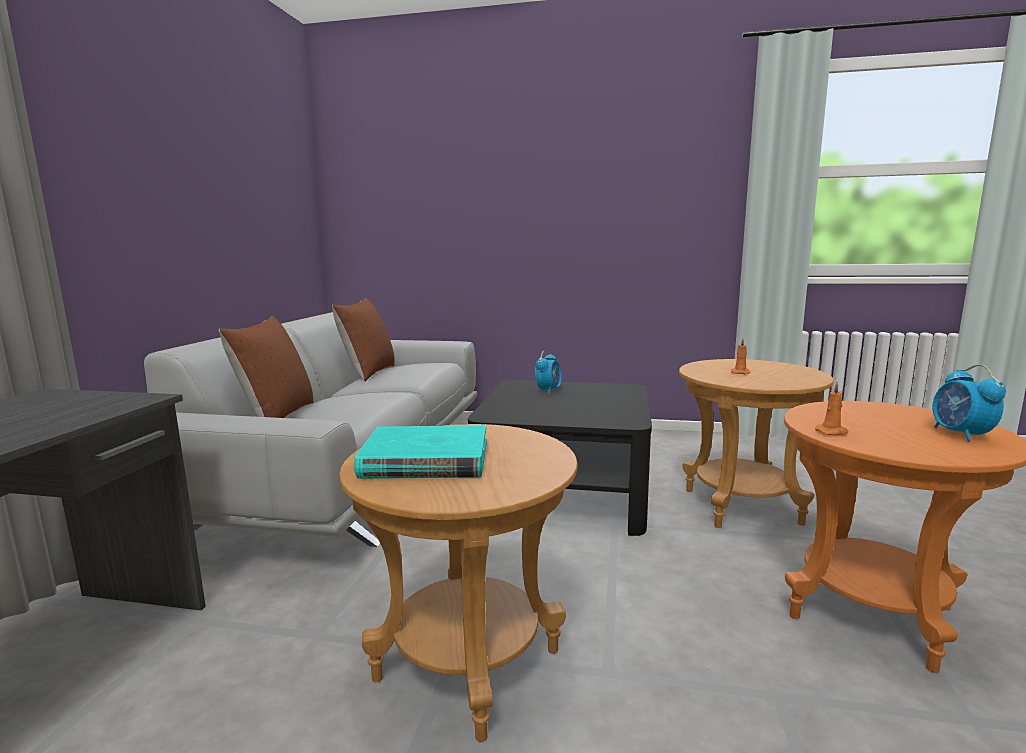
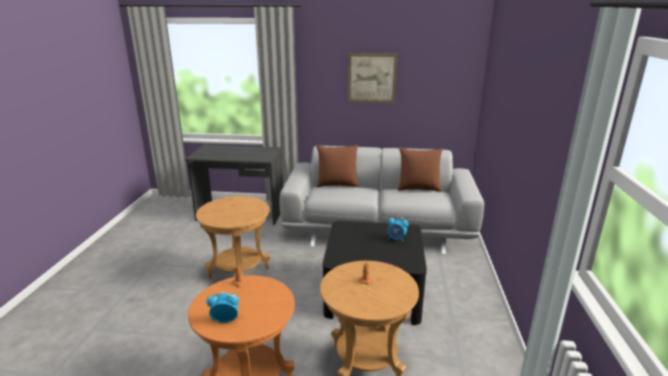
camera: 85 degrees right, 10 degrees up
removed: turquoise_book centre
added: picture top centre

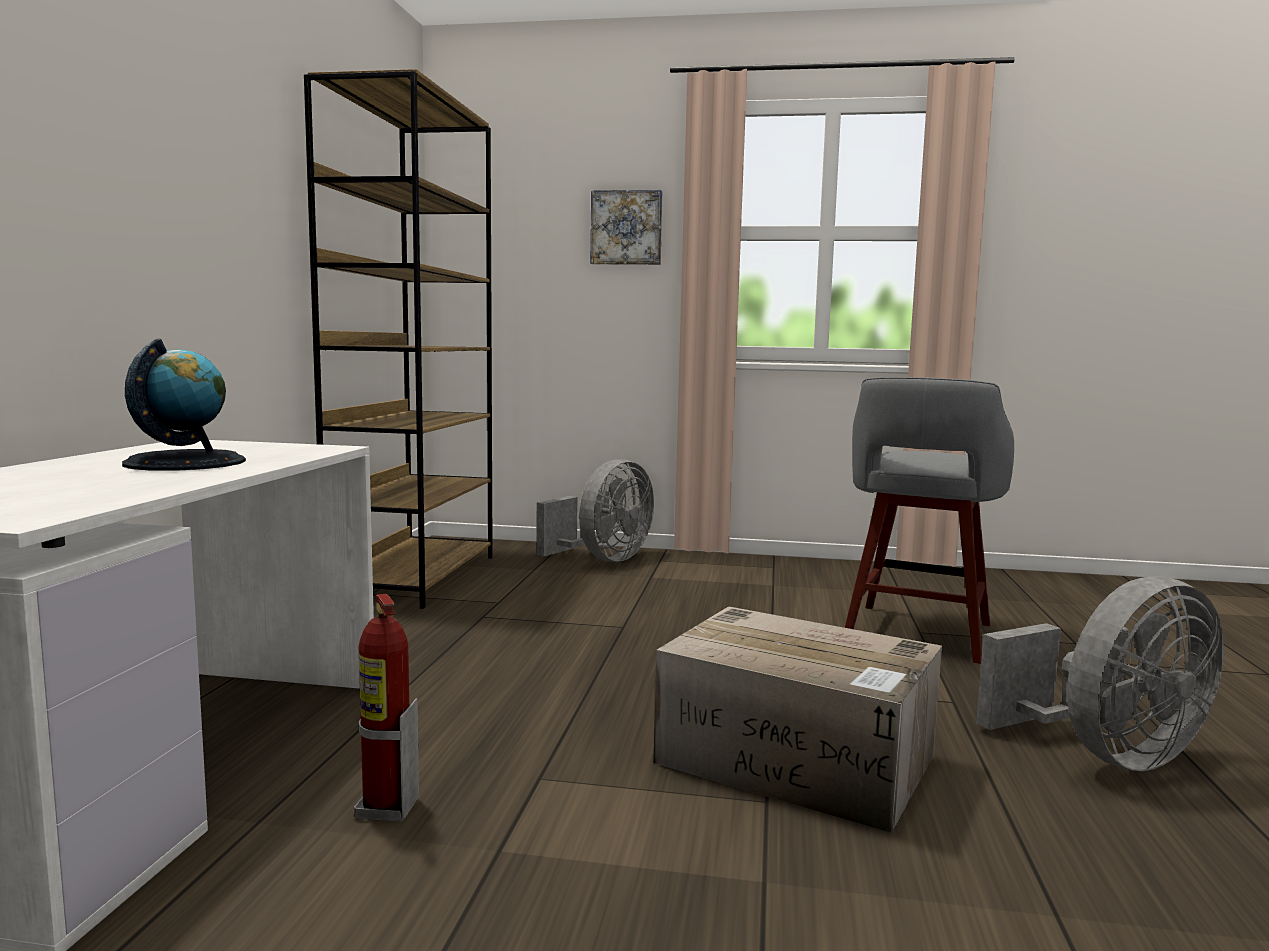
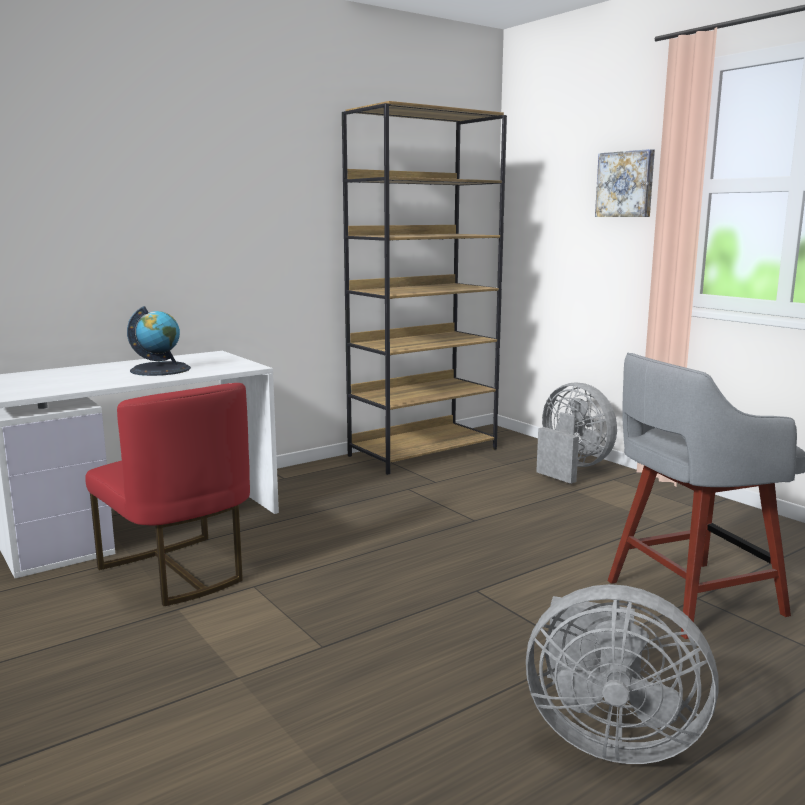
camera: 45 degrees right, 5 degrees up
removed: cardboard_box bottom centre
replaced: fire_extinguisher bottom left to red_chair middle left
turned: grey_fan (1st from left) centre = middle right 120 degrees counterclockwise

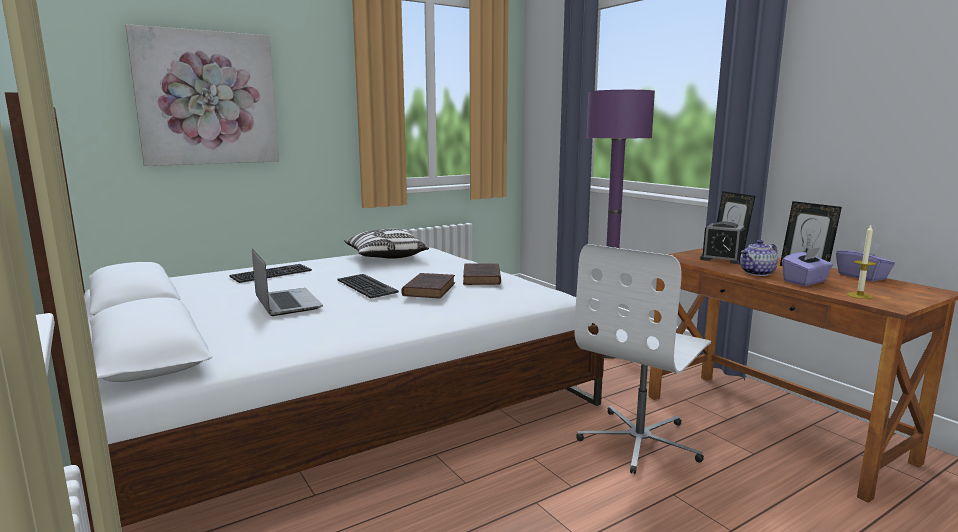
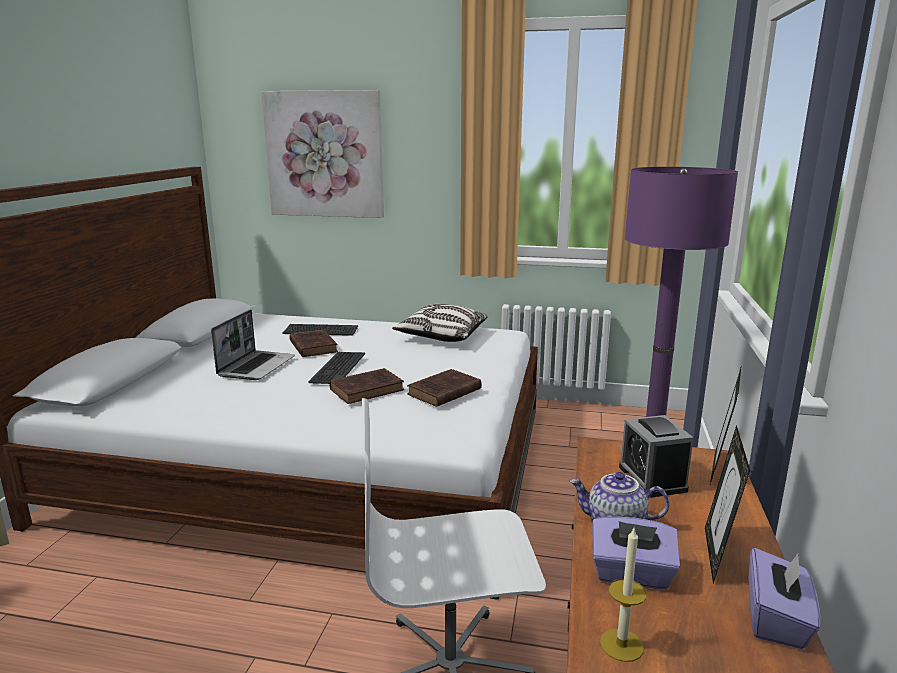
camera: 45 degrees right, 5 degrees up
added: brown_book (1st from left) centre

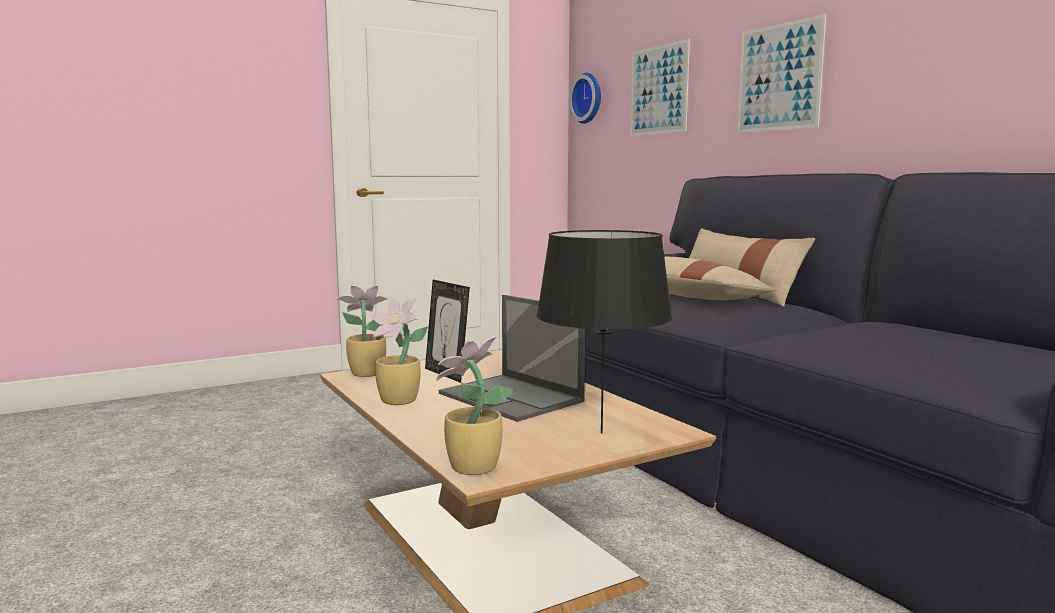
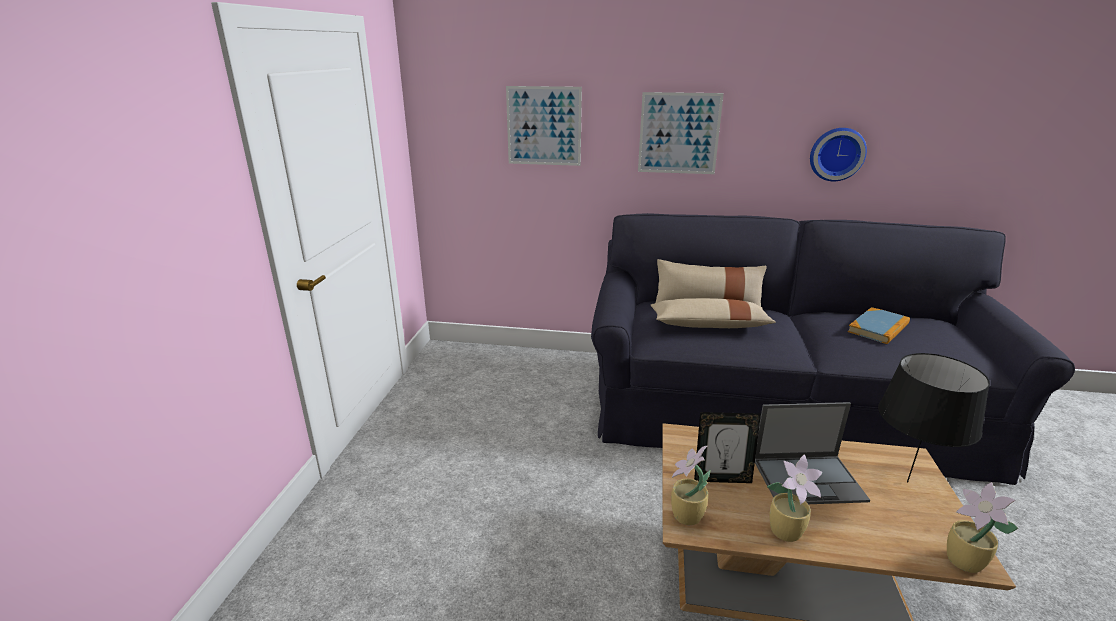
camera: 50 degrees left, 15 degrees up
added: book middle right
moved: wall_clock top centre to top right

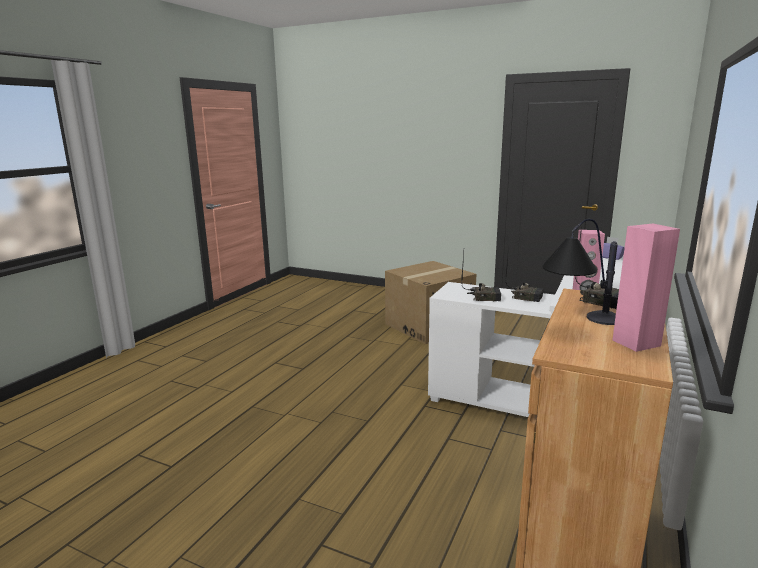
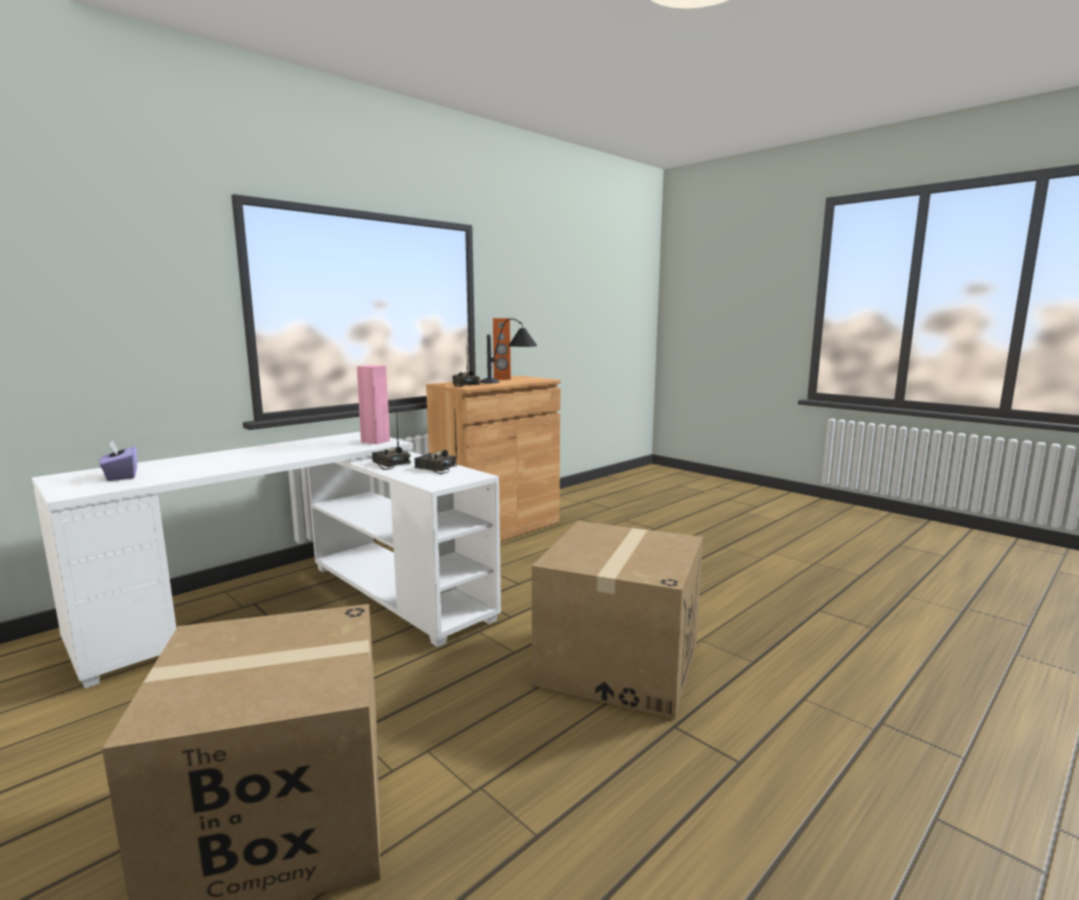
camera: 160 degrees left, 5 degrees down
added: cardboard_box (2nd from left) bottom centre
recoloured: pink_speaker (2nd from left) middle right to orange_speaker centre

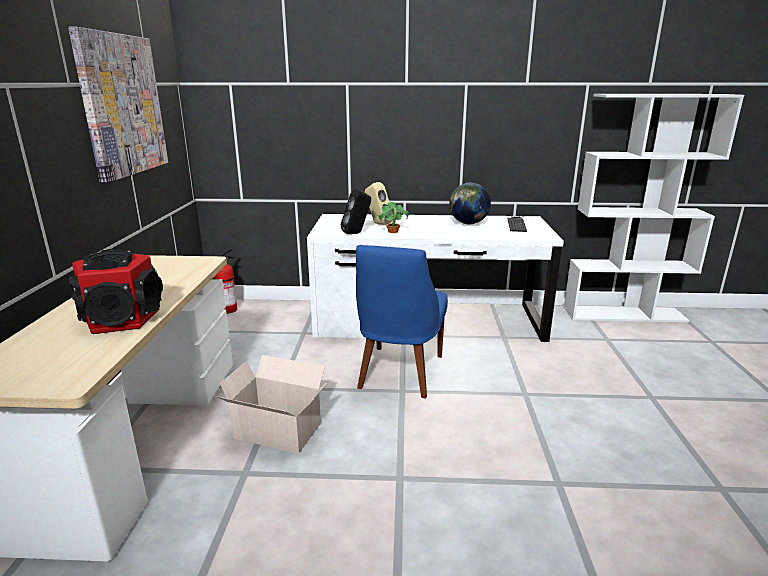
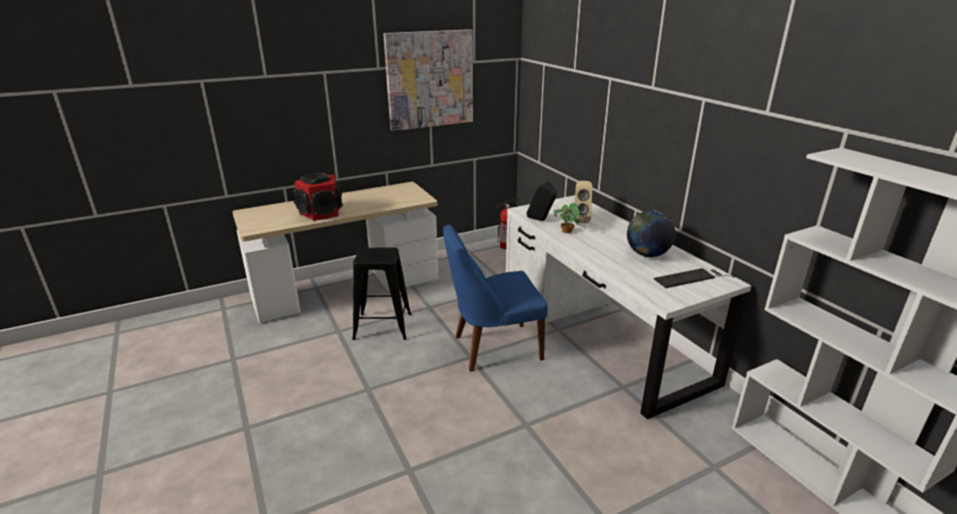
camera: 60 degrees right, 5 degrees up
replaced: cardboard_box bottom centre to black_stool centre

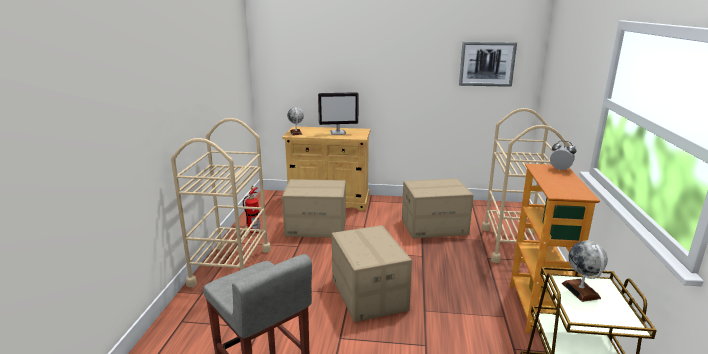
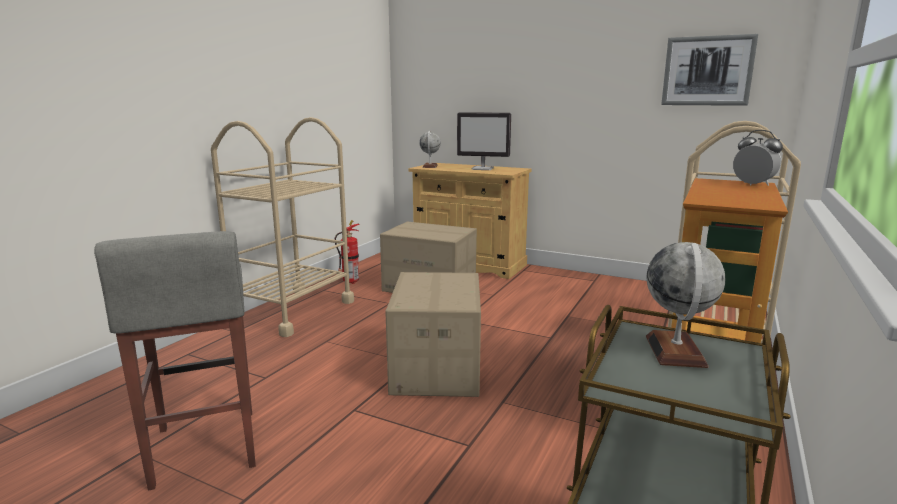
camera: 20 degrees right, 5 degrees down
removed: cardboard_box (3rd from left) centre

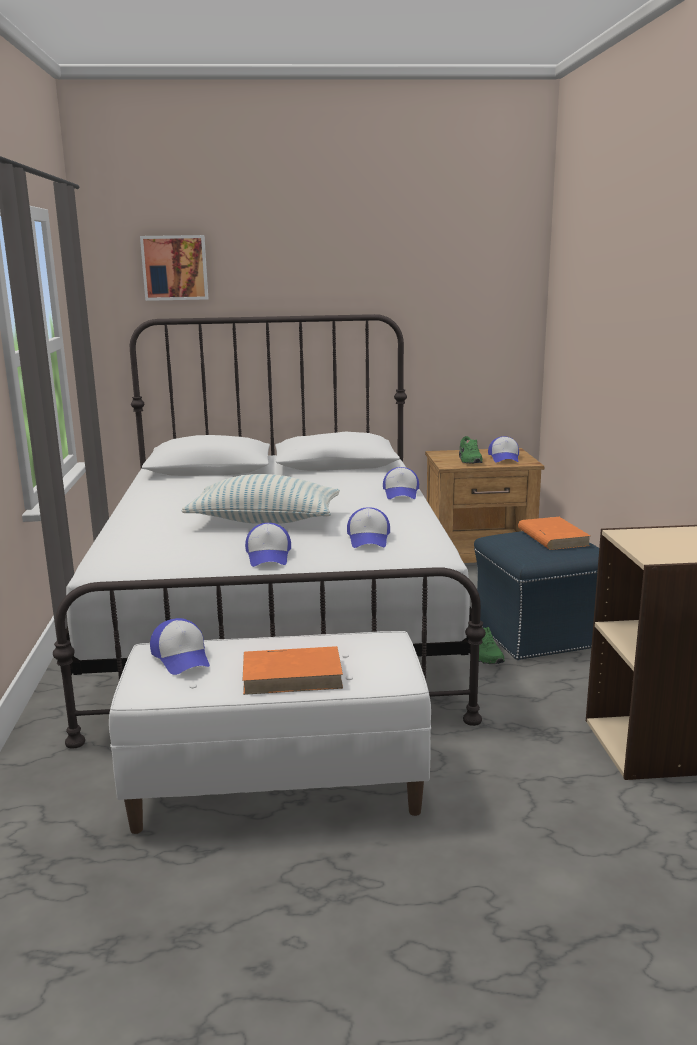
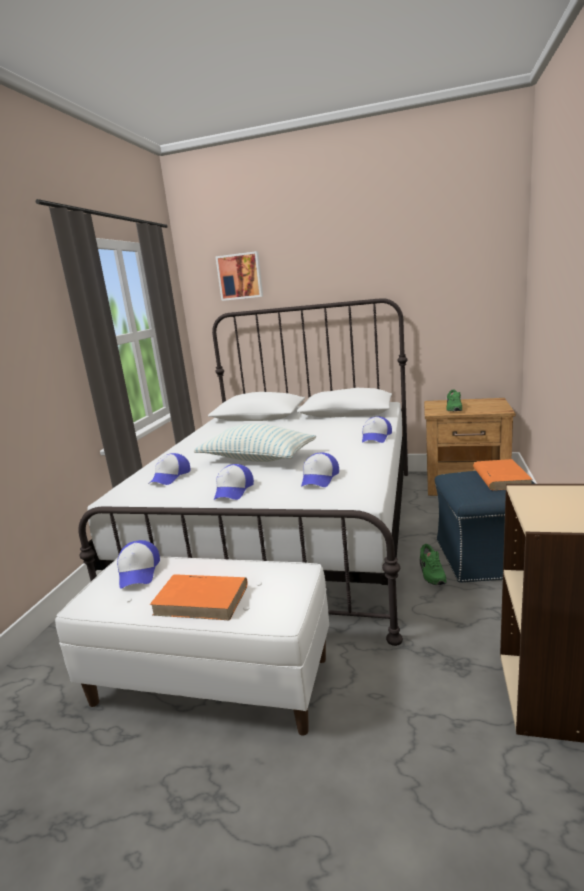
camera: 20 degrees right, 0 degrees up
moved: cap (5th from left in the first image) middle right to cap (2nd from left) middle left

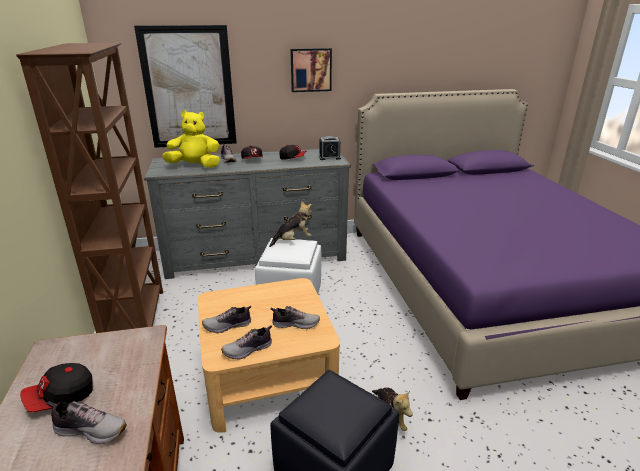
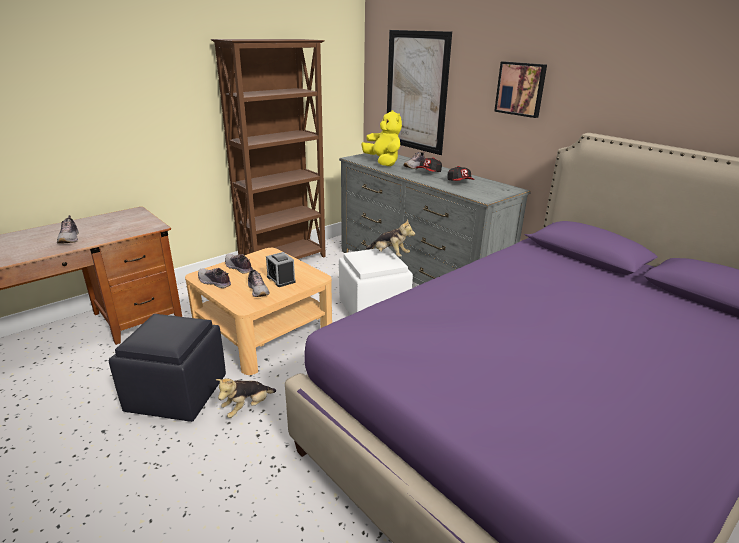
camera: 60 degrees right, 0 degrees up
removed: cap (1st from left) bottom left
moved: alarm_clock top centre to centre

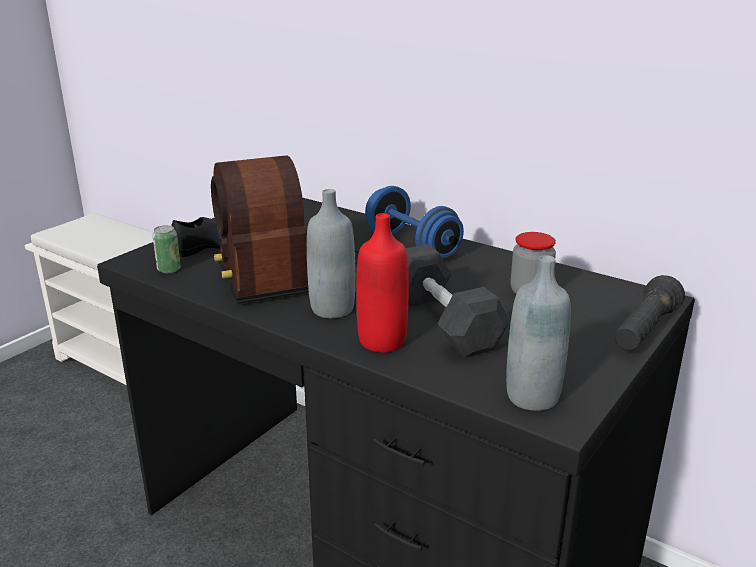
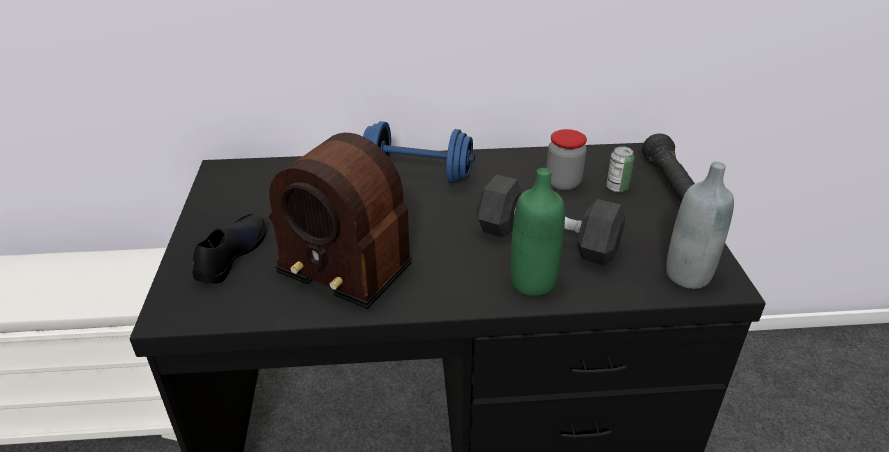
camera: 40 degrees left, 10 degrees up
removed: grey_bottle (1st from left) centre
moved: can middle left to middle right
recoloured: red_bottle centre to green_bottle centre

